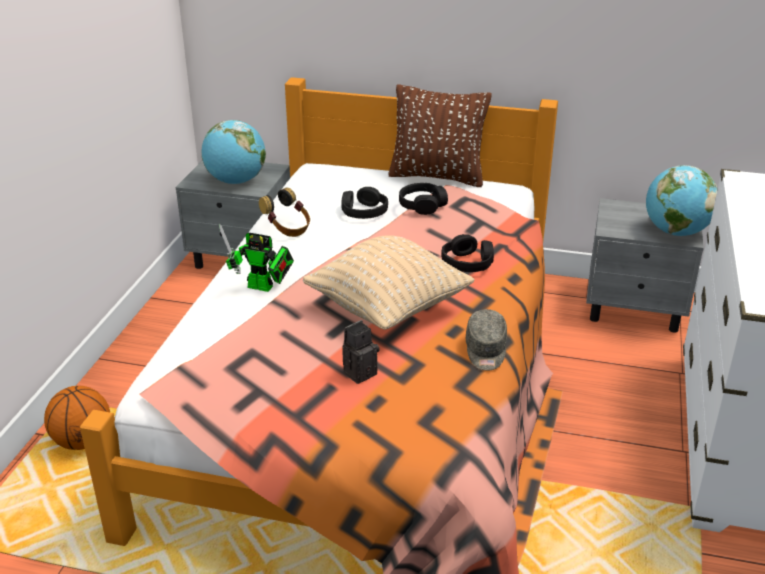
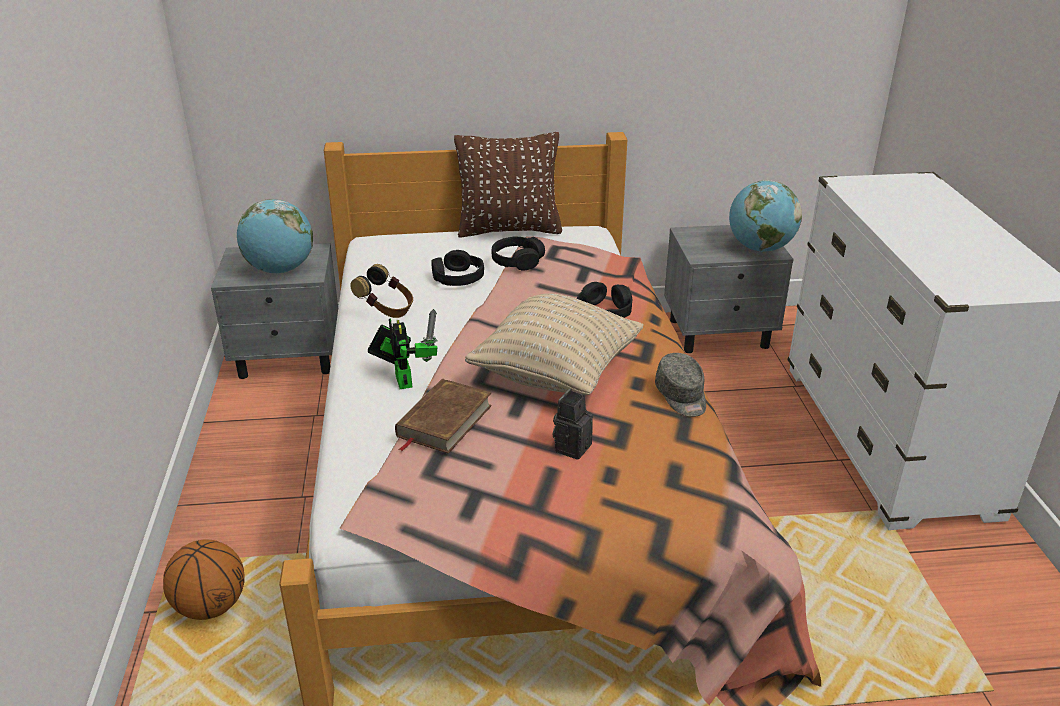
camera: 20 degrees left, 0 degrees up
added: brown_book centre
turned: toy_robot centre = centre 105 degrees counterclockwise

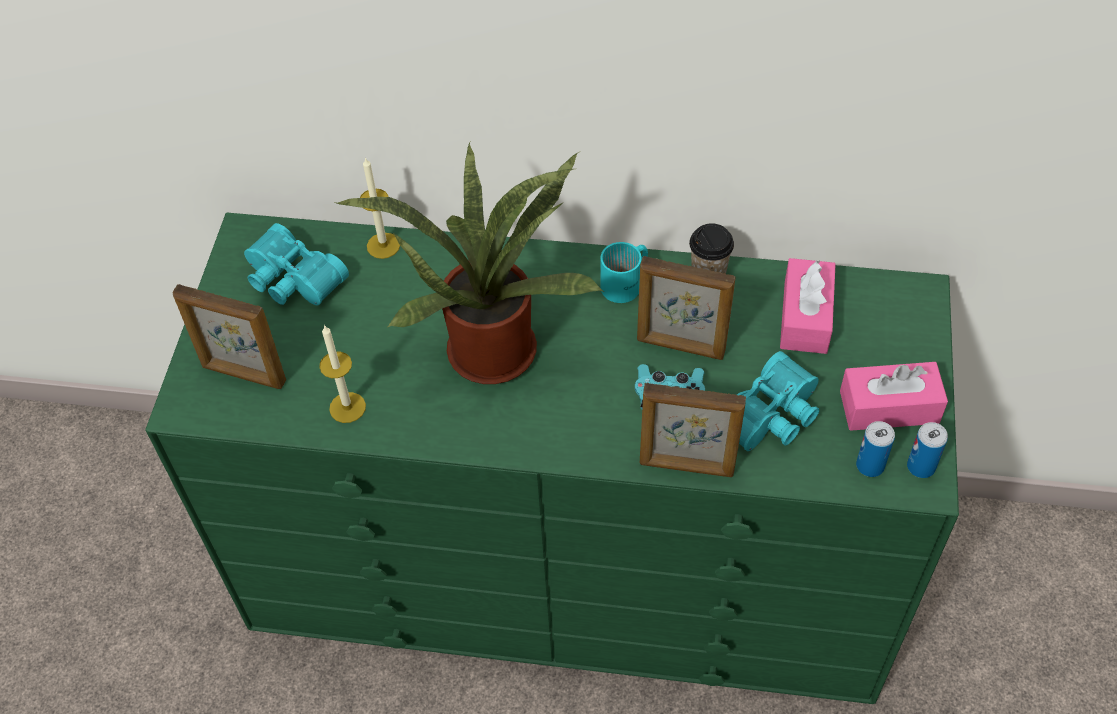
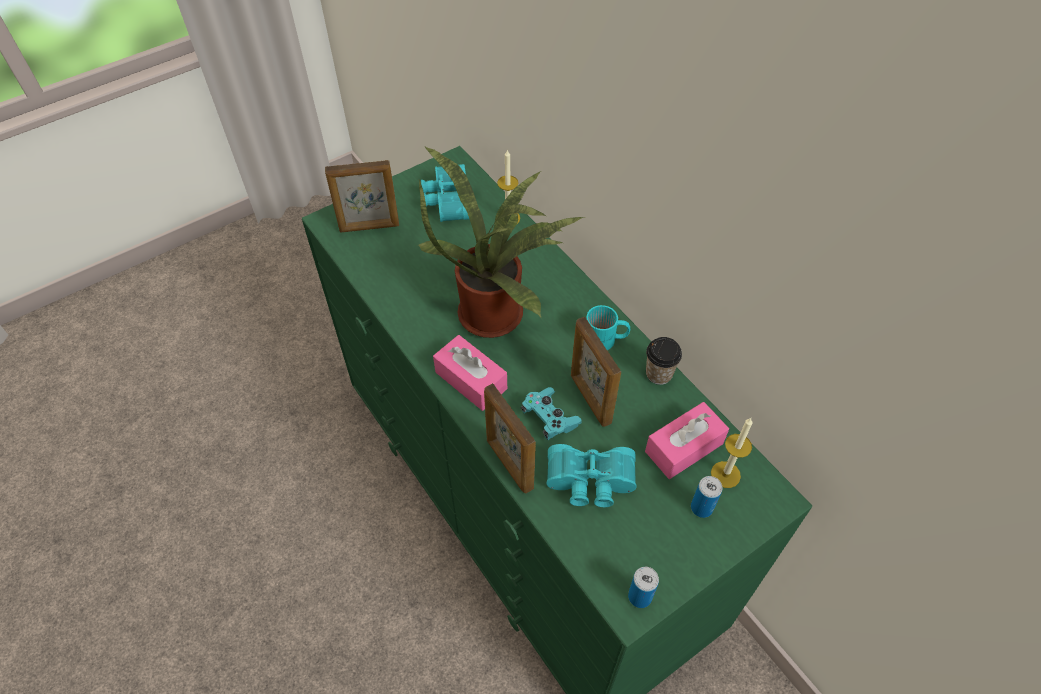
camera: 45 degrees right, 0 degrees up
moved: candle (1st from left in the first image) middle left to candle (2nd from left) middle right; pink_tissue_box (2nd from left in the first image) middle right to pink_tissue_box (1st from left) centre; can (1st from left in the first image) middle right to can (2nd from left) bottom right
turned: picture_frame (1st from left) middle left = top centre 75 degrees counterclockwise

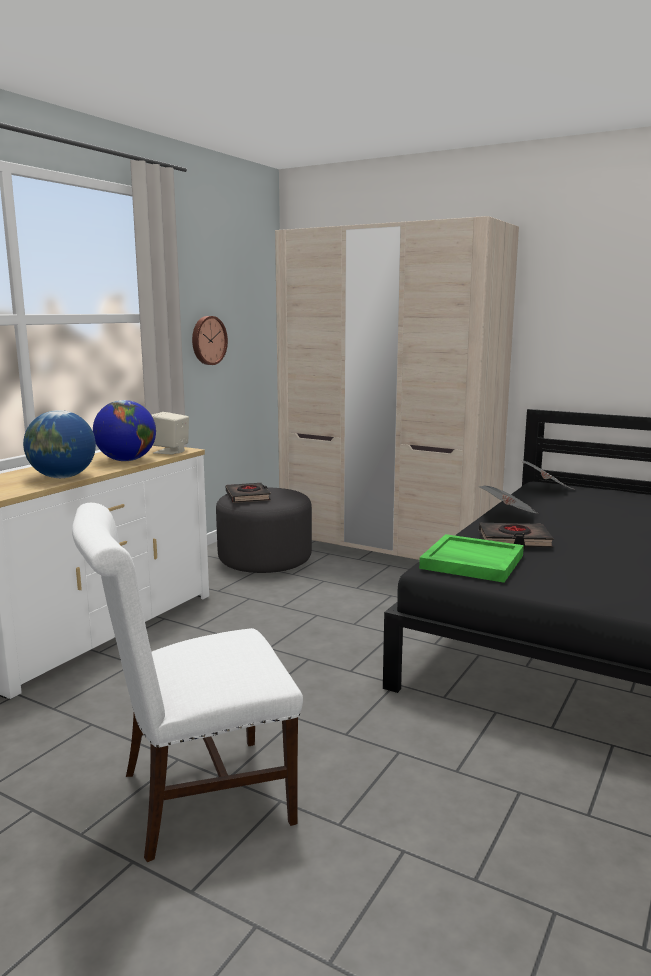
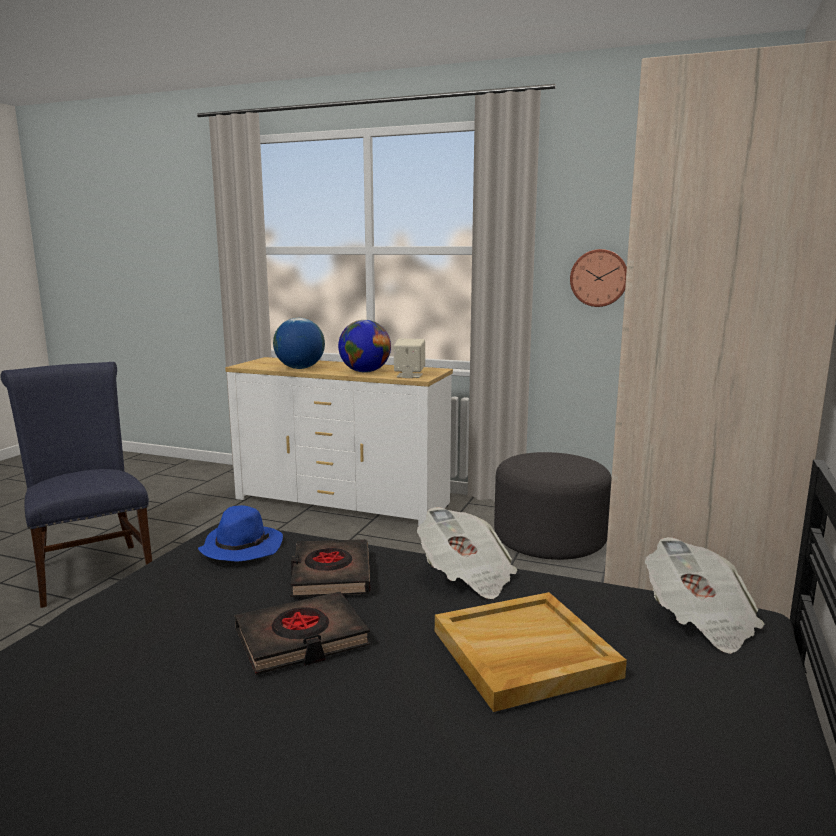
camera: 80 degrees right, 0 degrees up
added: beige_tray bottom centre
moved: black_book (1st from left) centre to bottom centre
replaced: green_tray middle right to blue_hat middle left
recoloured: white_chair bottom left to blue_chair middle left

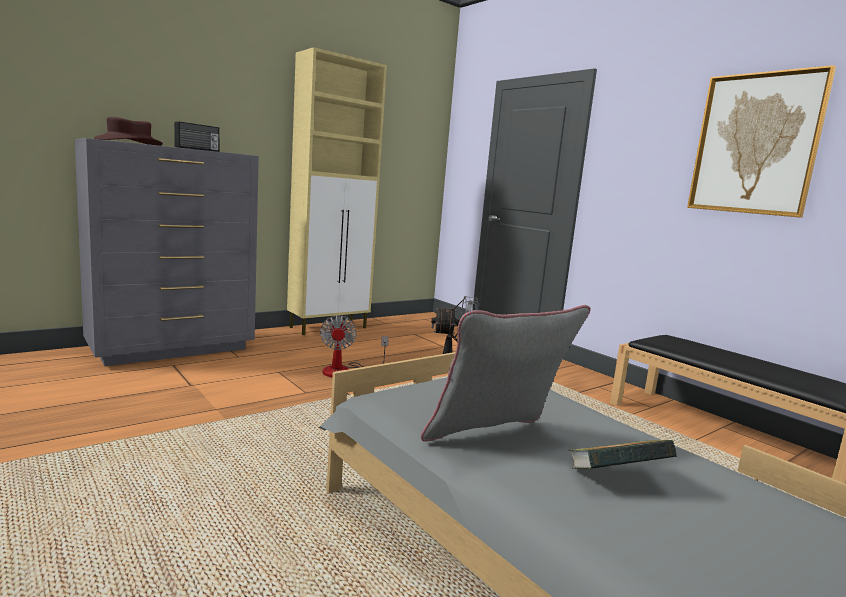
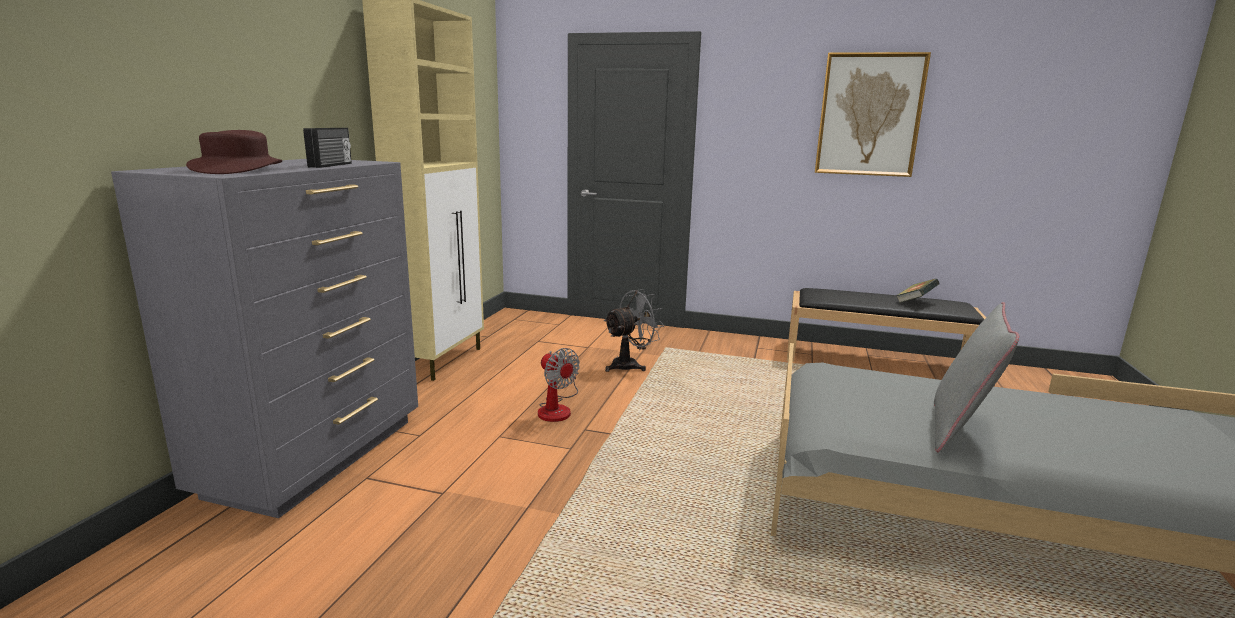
camera: 35 degrees left, 5 degrees up
moved: book bottom right to middle right

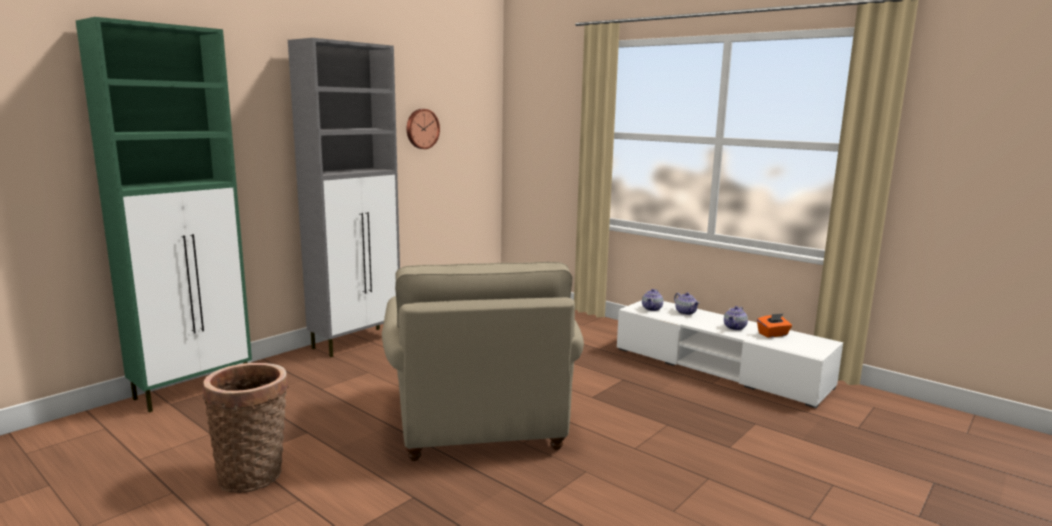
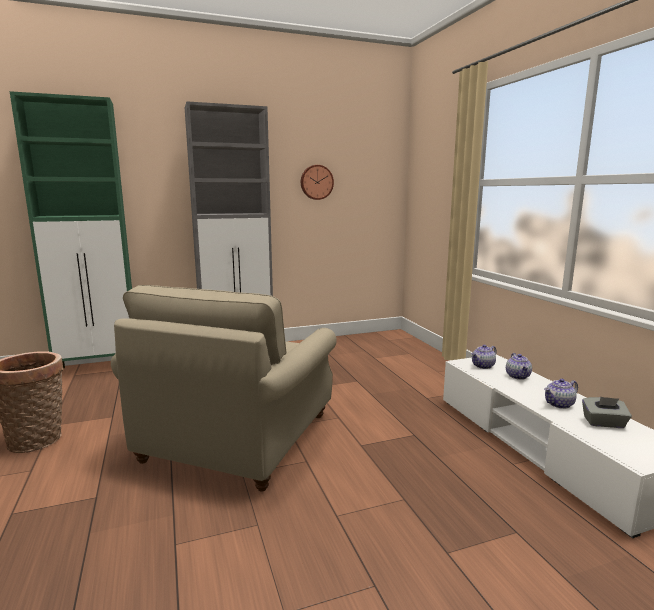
camera: 30 degrees right, 0 degrees up
recoloured: orange_tissue_box middle right to grey_tissue_box bottom right

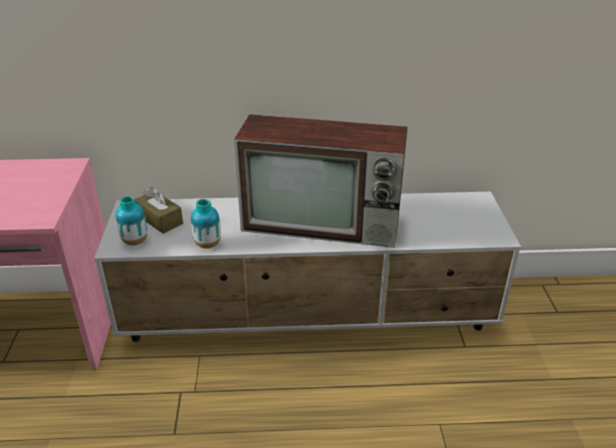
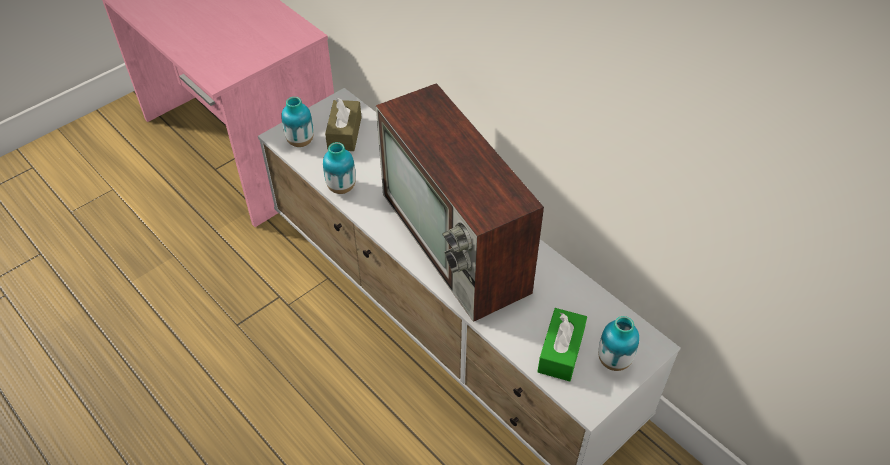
camera: 50 degrees right, 15 degrees up
added: green_tissue_box bottom centre; vase (3rd from left) bottom right

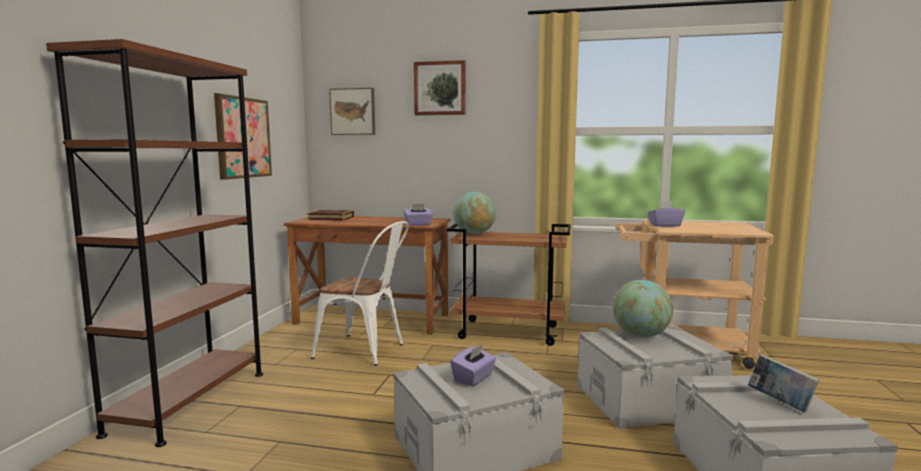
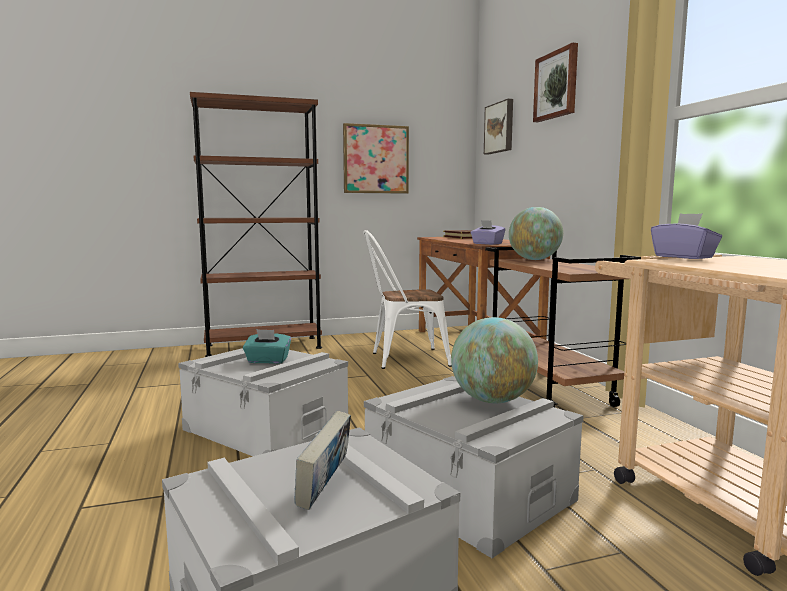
camera: 60 degrees right, 0 degrees up
recoloured: purple_tissue_box (2nd from left) bottom centre to turquoise_tissue_box centre
turned: white_chair centre = centre 90 degrees clockwise

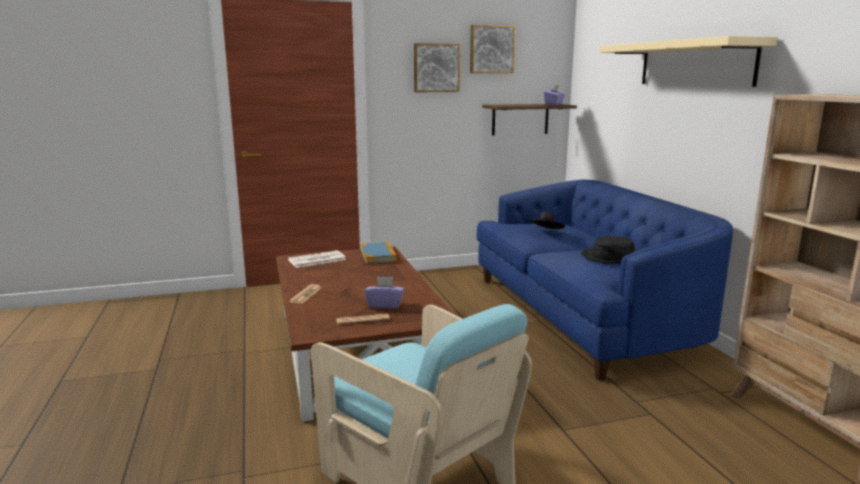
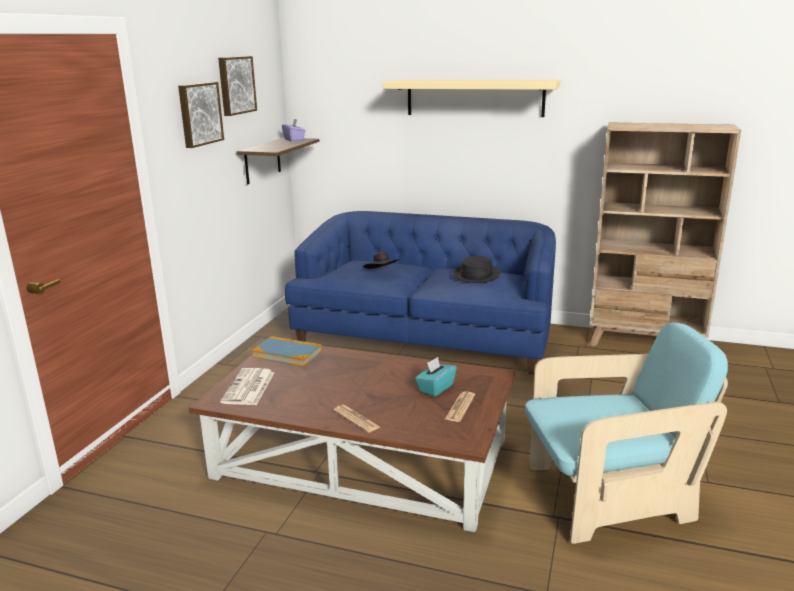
camera: 55 degrees left, 5 degrees up
recoloured: purple_tissue_box (1st from left) centre to turquoise_tissue_box centre

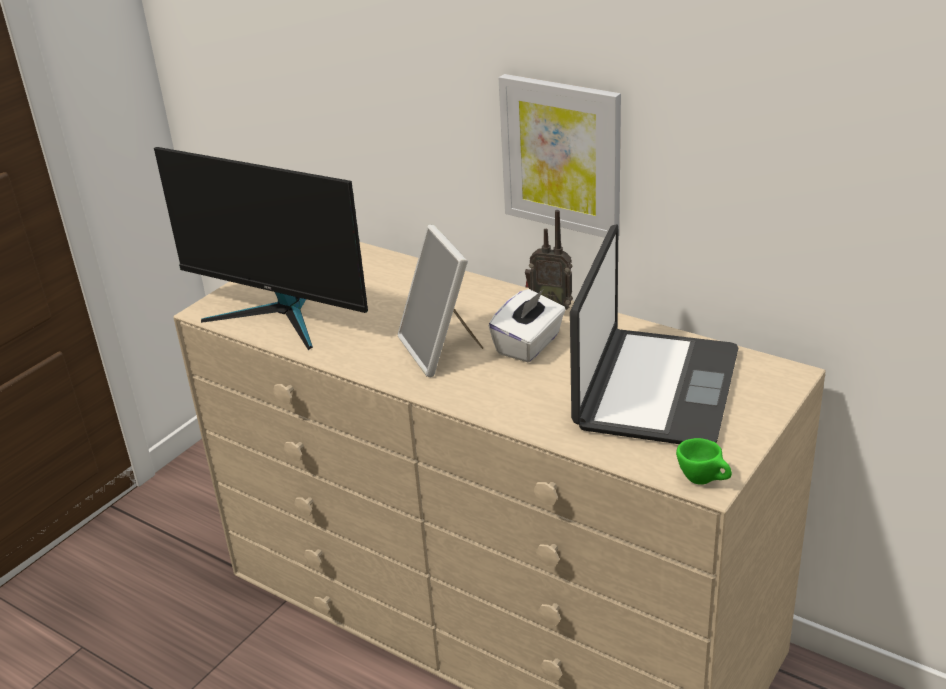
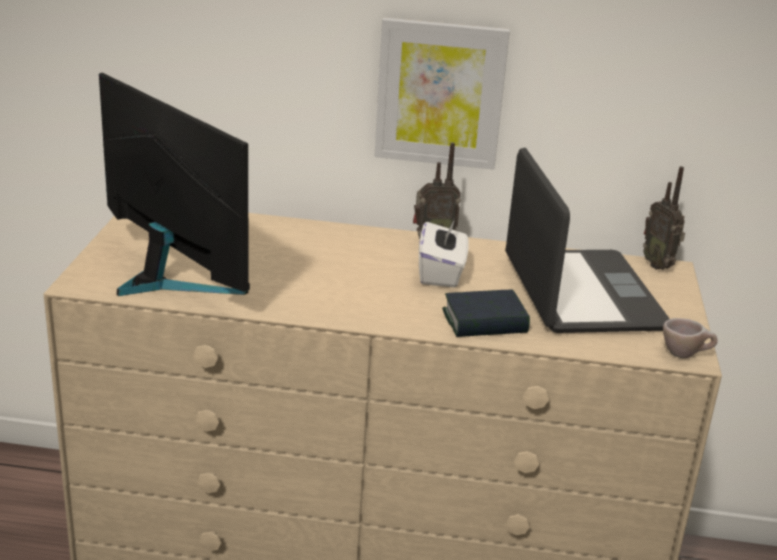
camera: 30 degrees left, 5 degrees down
removed: picture_frame centre
added: book centre; radio (2nd from left) middle right
recoloured: green_cup bottom right to beige_cup middle right
turned: monitor middle left = top left 135 degrees counterclockwise

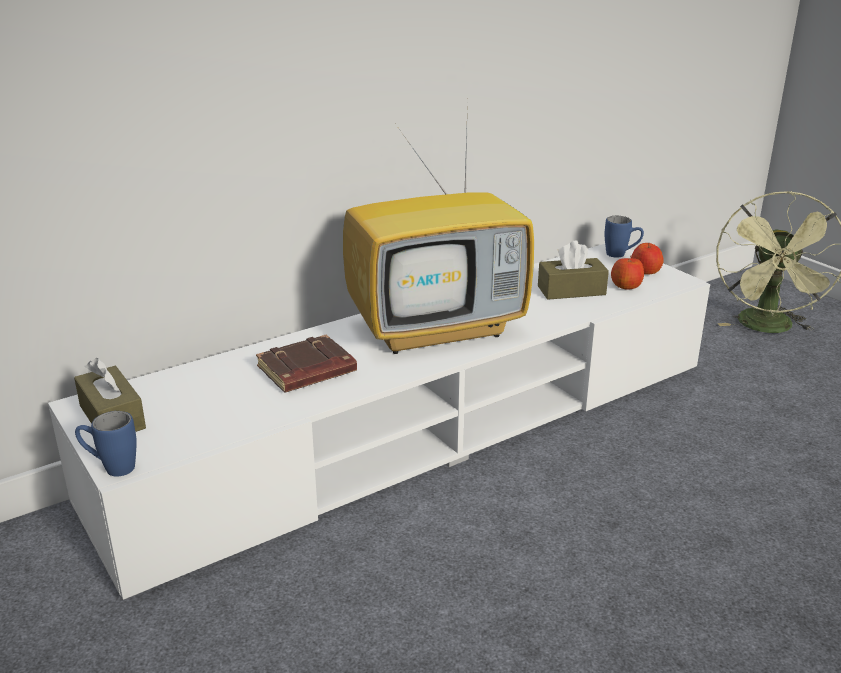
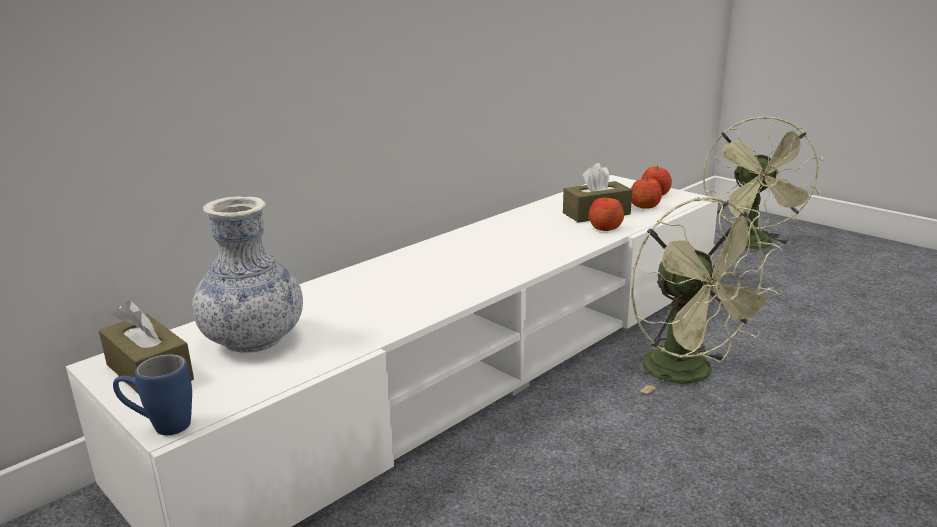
camera: 10 degrees left, 5 degrees down
removed: brown_book centre; television centre; blue_mug (2nd from left) middle right
added: vase middle left; apple (1st from left) centre; green_fan (1st from left) middle right

